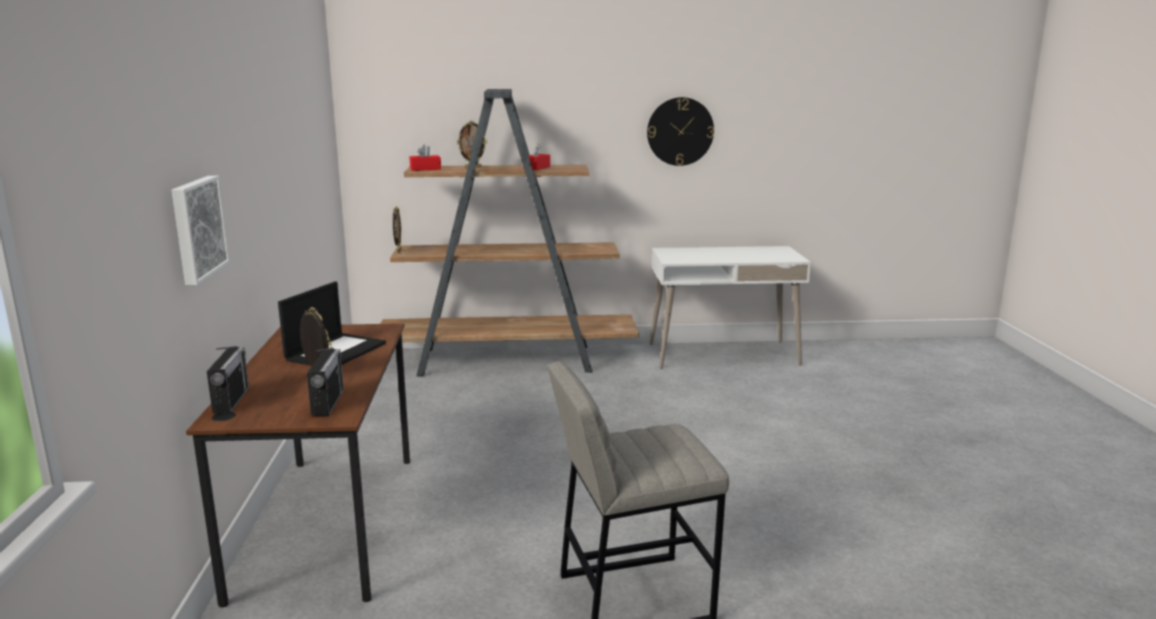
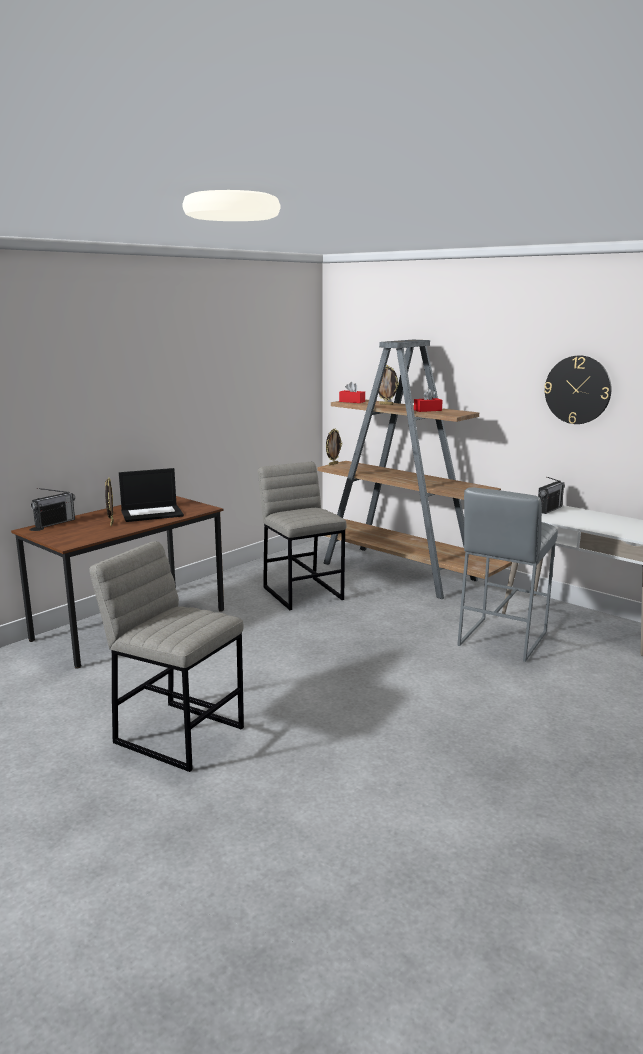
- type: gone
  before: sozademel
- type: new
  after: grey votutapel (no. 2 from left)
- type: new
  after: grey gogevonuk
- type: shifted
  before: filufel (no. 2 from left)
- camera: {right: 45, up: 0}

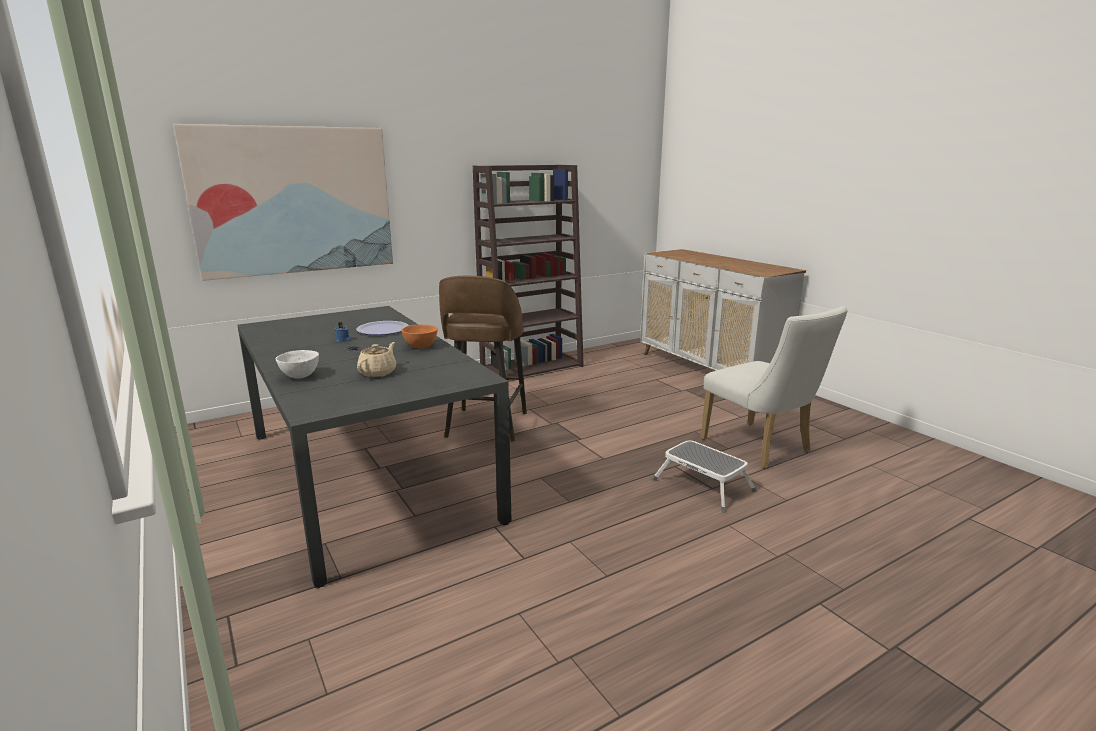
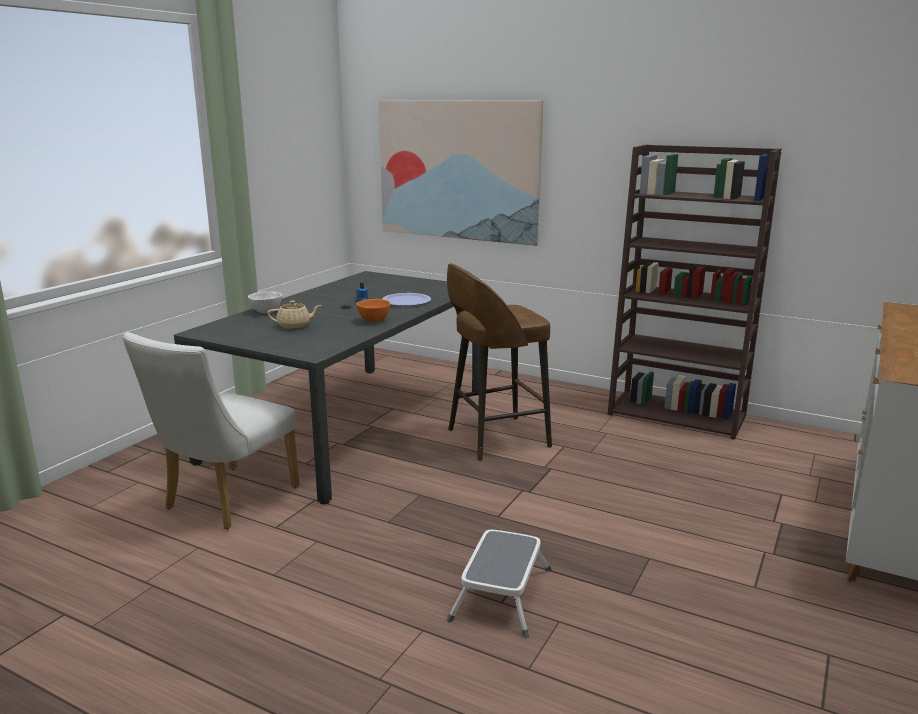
- type: shifted
  before: white votutapel
- camera: {right: 60, up: 0}

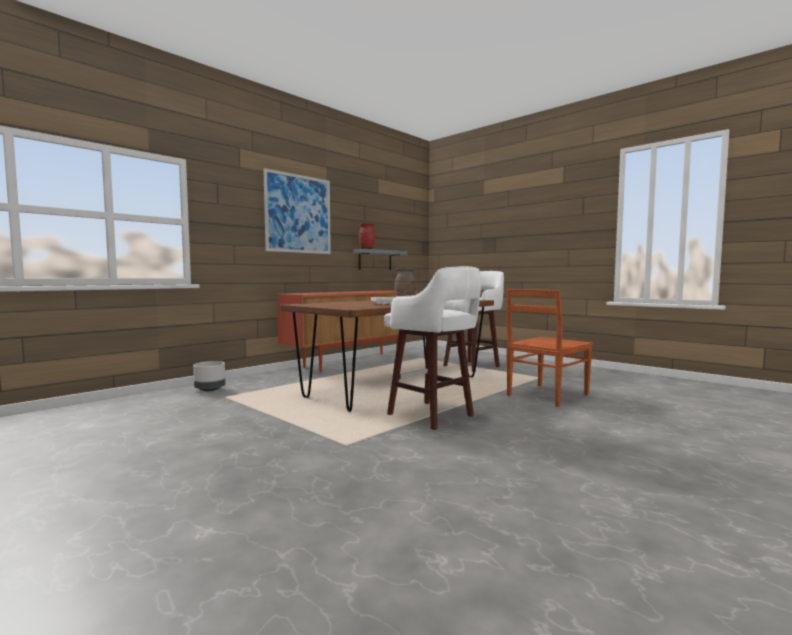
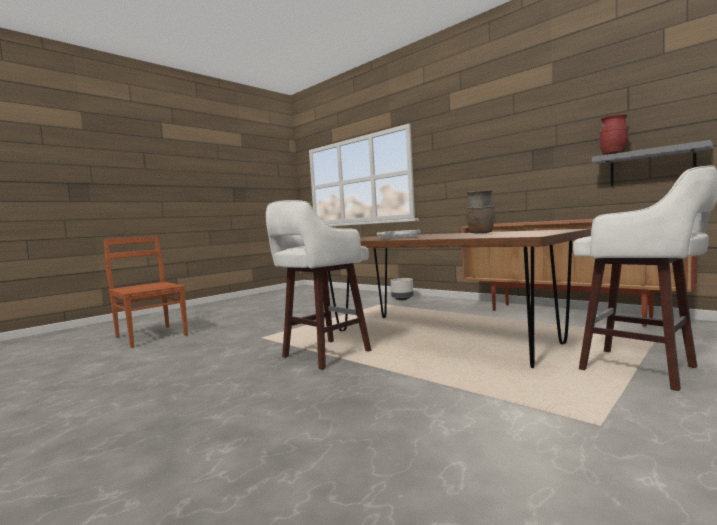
- type: gone
  before: sozademel
- type: shifted
  before: brown votutapel
- camera: {right: 90, up: 0}

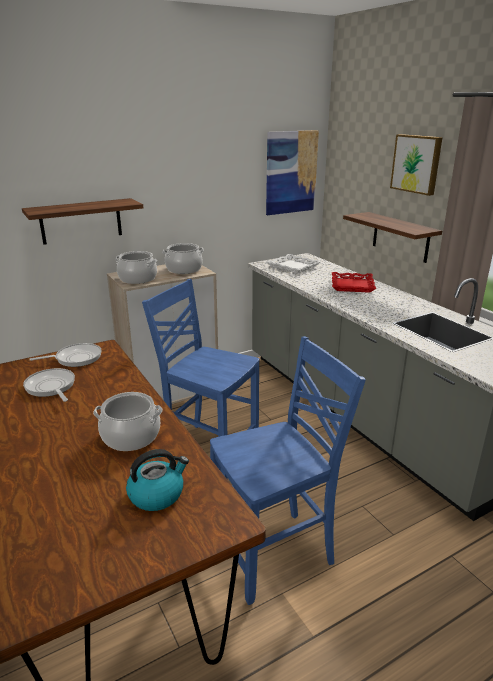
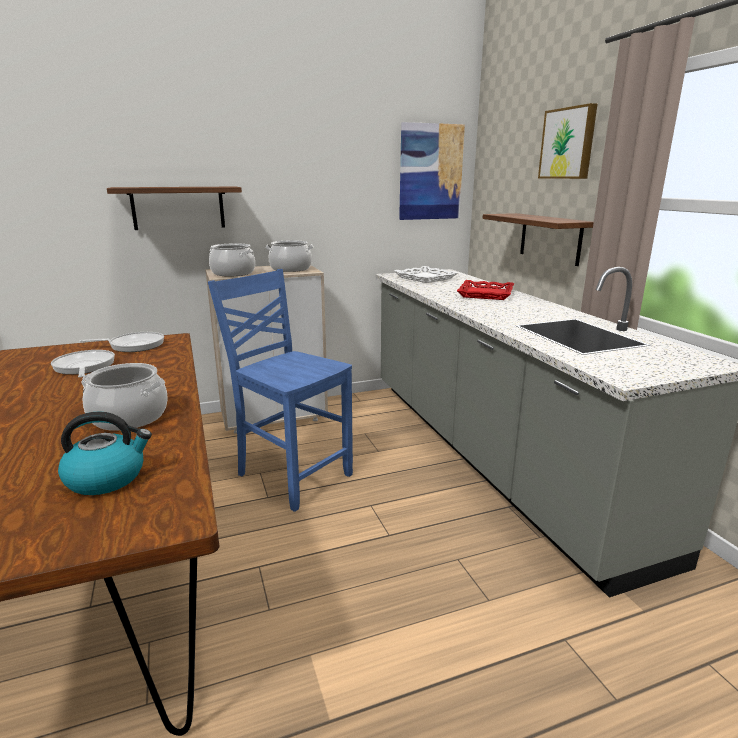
- type: gone
  before: blue votutapel (no. 2 from left)
- camera: {right: 10, up: -5}

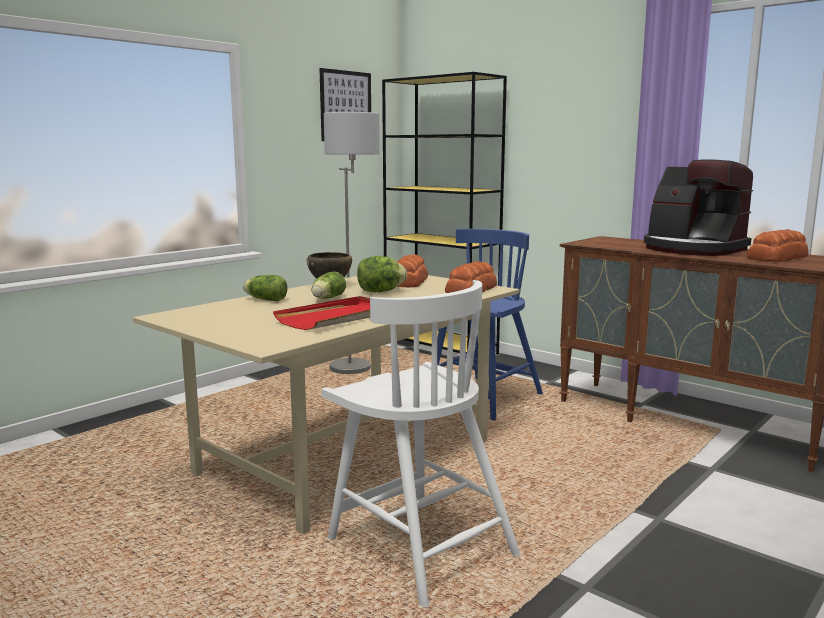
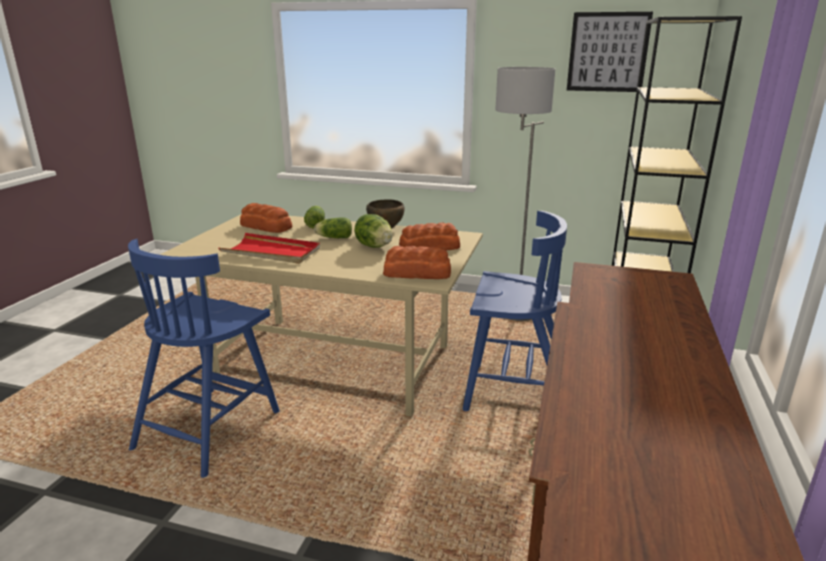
- type: gone
  before: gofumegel
- type: shifted
  before: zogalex (no. 3 from left in the first image)
  after: zogalex (no. 1 from left)
- type: repainted
  before: white votutapel
  after: blue votutapel (no. 1 from left)
- camera: {right: 65, up: 10}

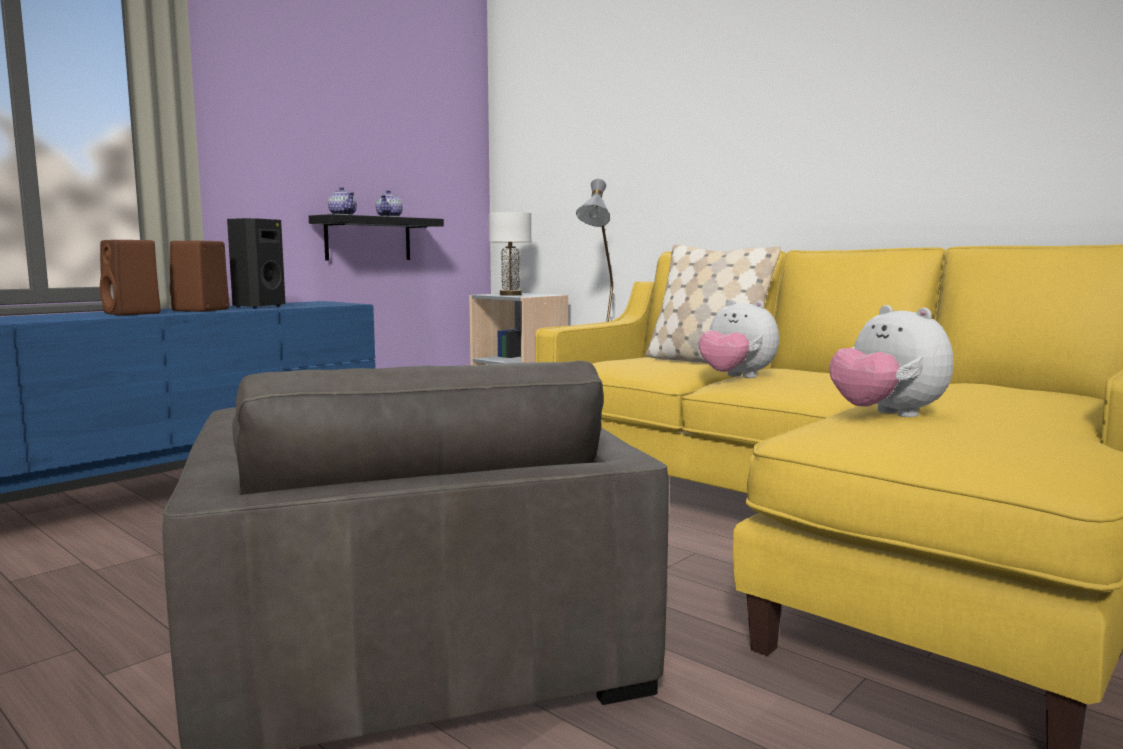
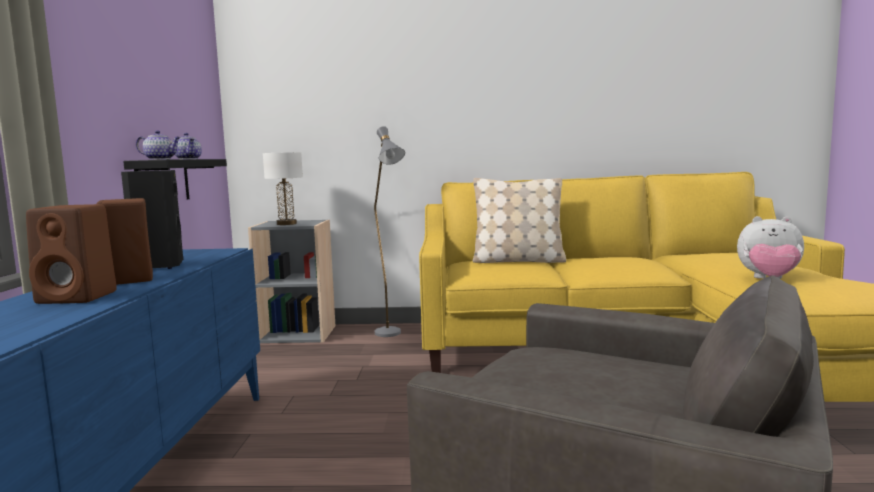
- type: gone
  before: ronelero (no. 1 from left)
- camera: {right: -40, up: 0}

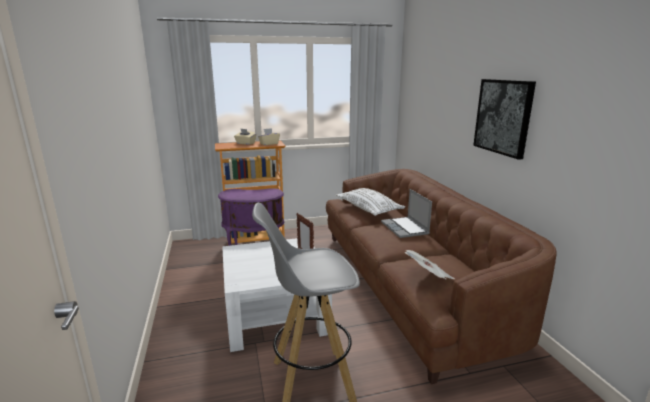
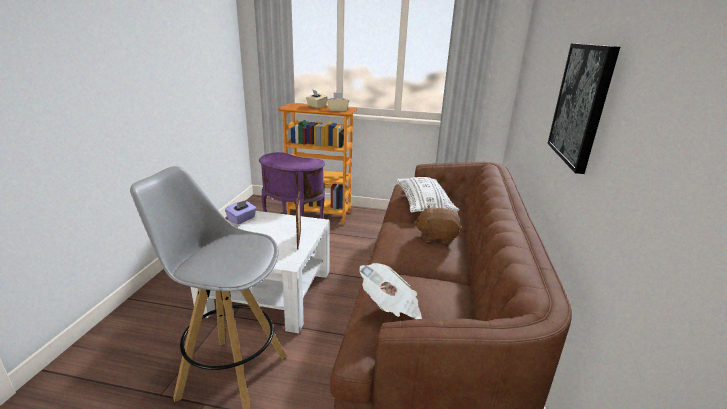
- type: new
  after: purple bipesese
- type: swapped
  before: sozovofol
  after: brown ronelero
- camera: {right: 25, up: 5}

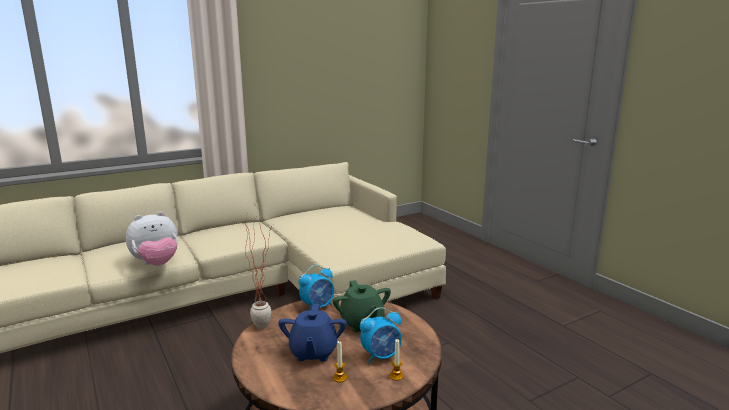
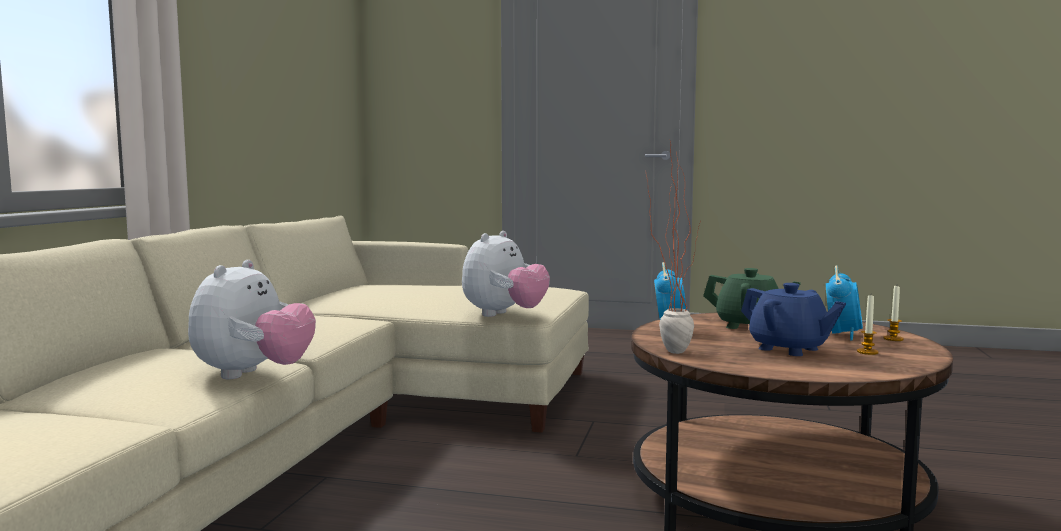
- type: new
  after: ronelero (no. 2 from left)
- camera: {right: -45, up: -10}

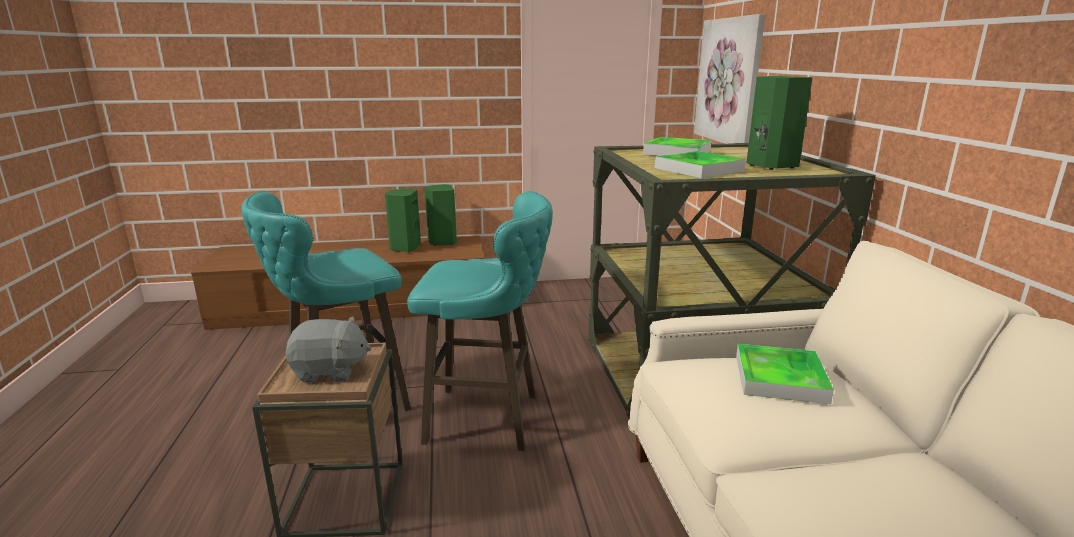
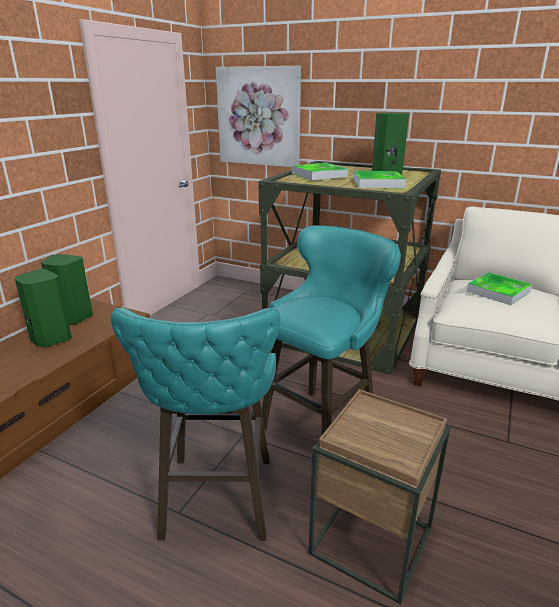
- type: gone
  before: grey ronelero
- camera: {right: -55, up: 5}

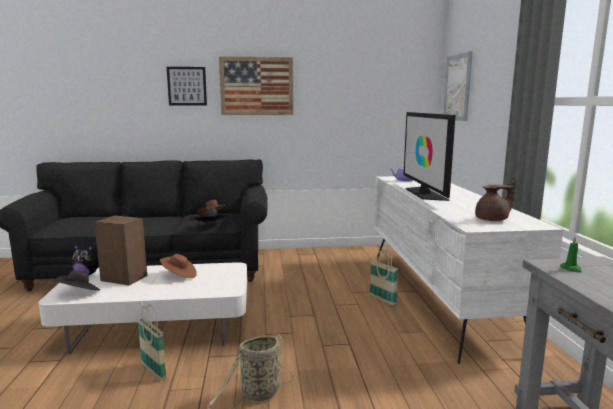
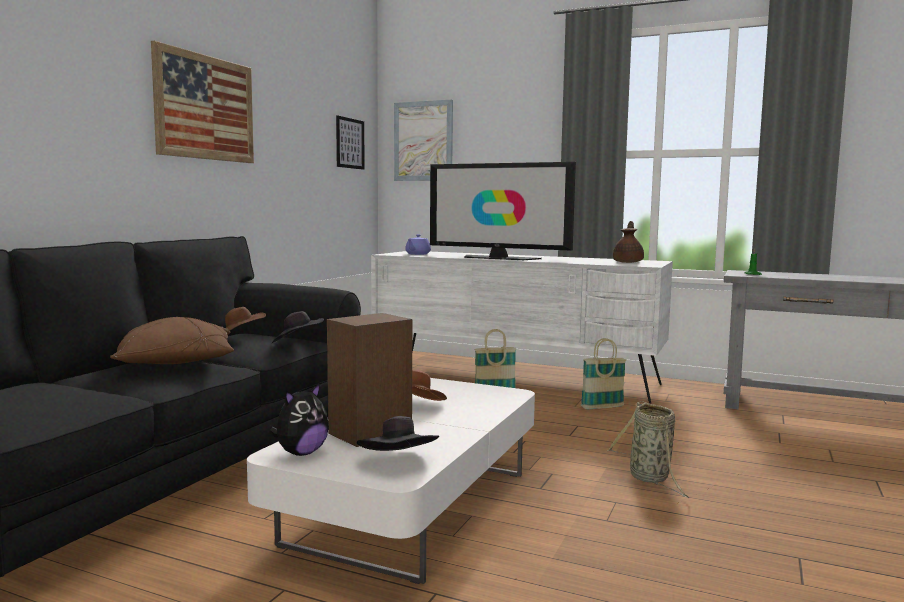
- type: new
  after: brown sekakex
- type: shifted
  before: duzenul (no. 1 from left in the first image)
  after: duzenul (no. 2 from left)
- type: shifted
  before: sozademel (no. 1 from left in the first image)
  after: sozademel (no. 2 from left)
- camera: {right: -60, up: -5}

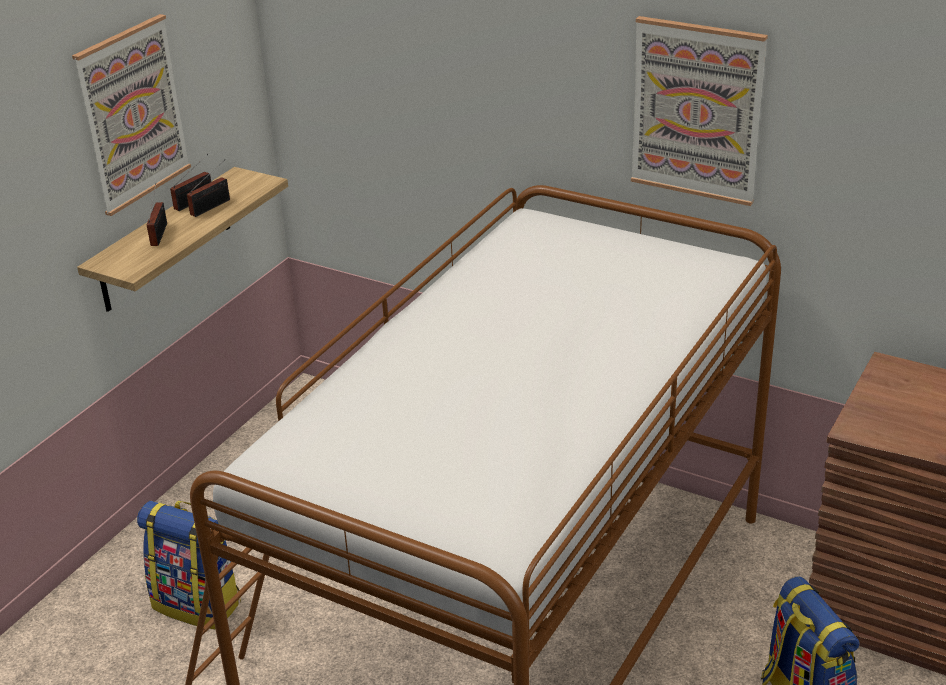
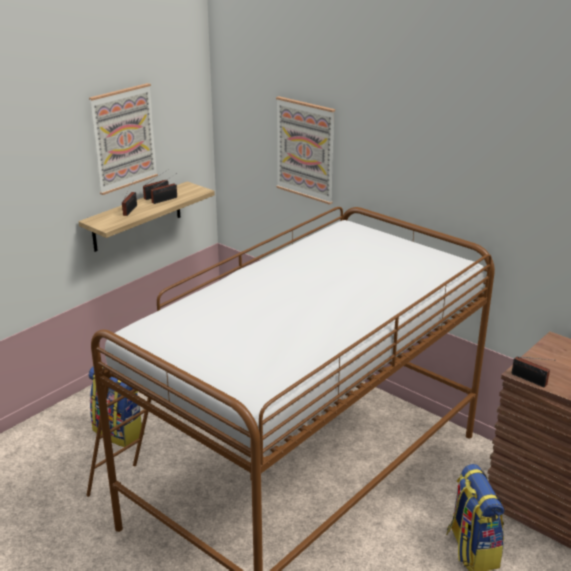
- type: new
  after: filufel (no. 4 from left)
- type: shifted
  before: sozademel (no. 2 from left)
- camera: {right: 10, up: -5}

